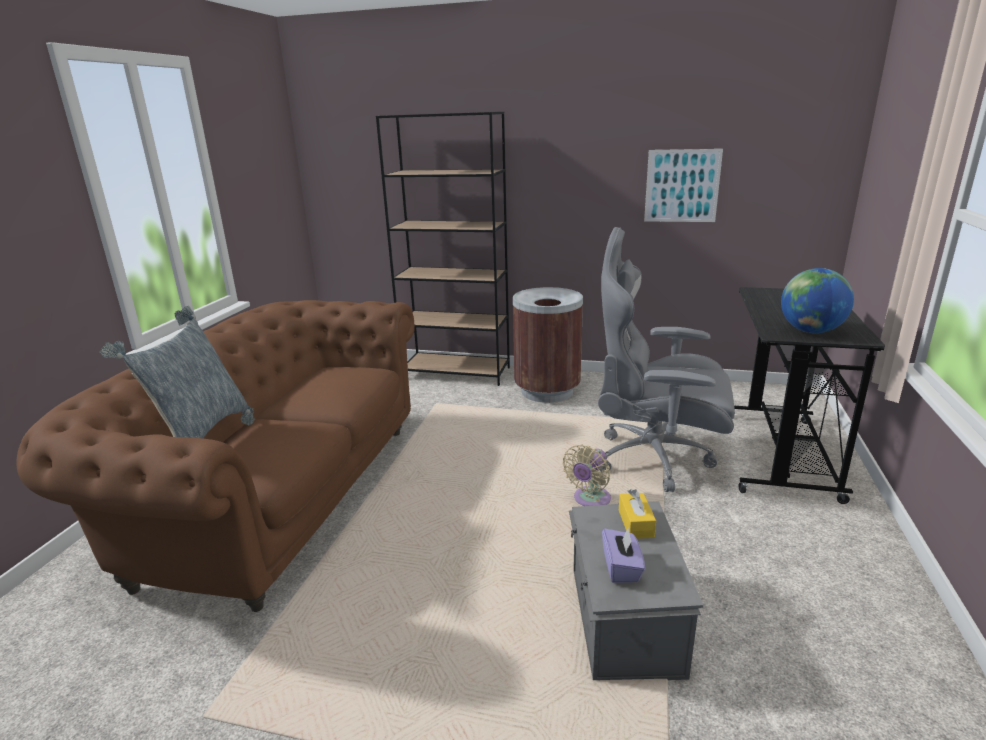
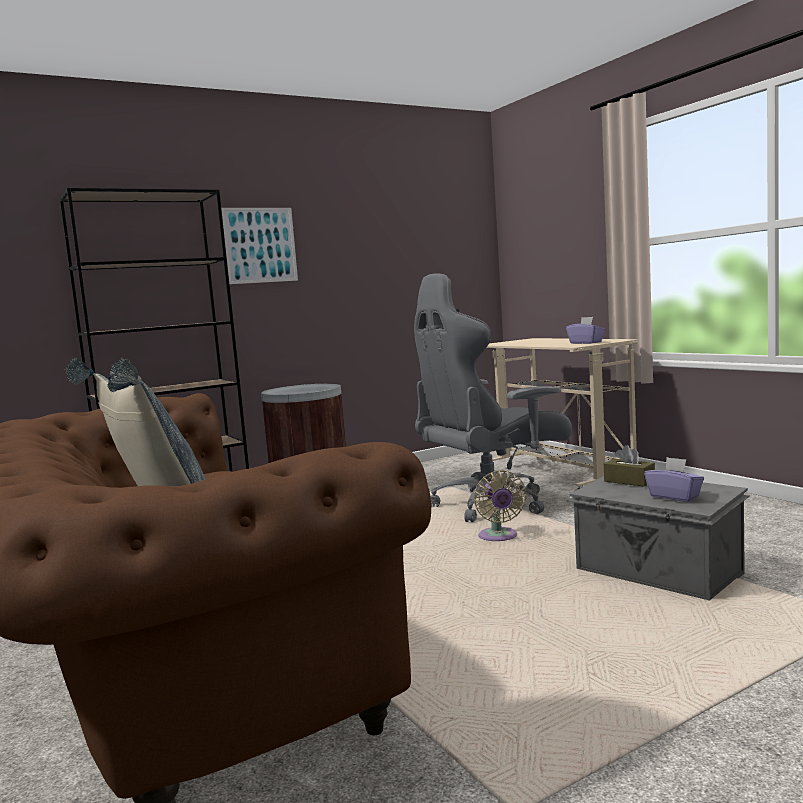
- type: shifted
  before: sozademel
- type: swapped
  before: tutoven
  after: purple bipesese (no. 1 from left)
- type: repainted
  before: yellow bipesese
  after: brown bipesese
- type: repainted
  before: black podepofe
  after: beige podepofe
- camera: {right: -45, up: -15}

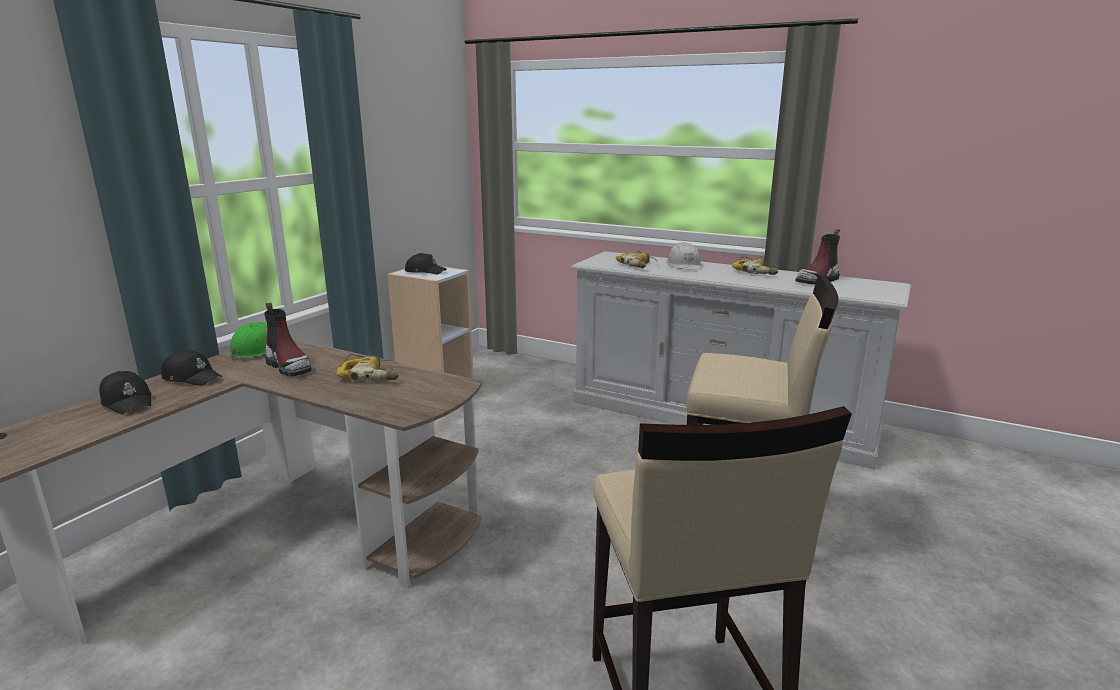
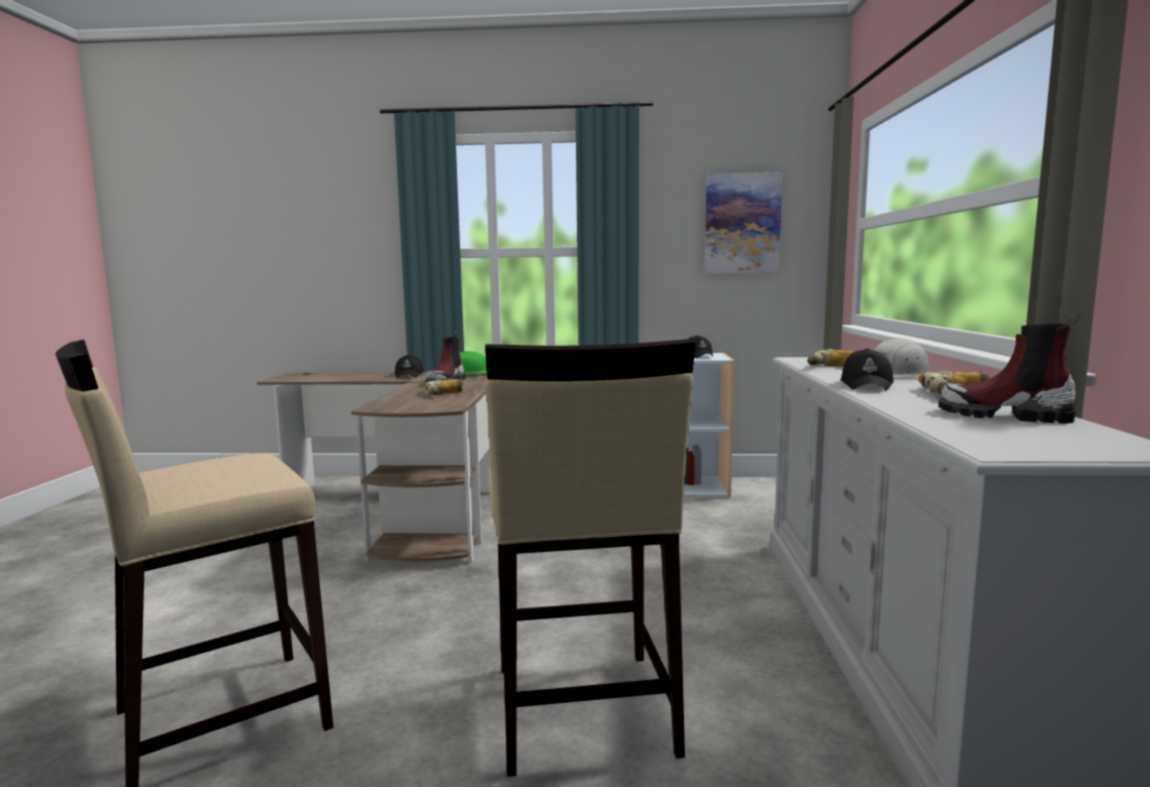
- type: new
  after: sozademel
- type: shifted
  before: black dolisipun (no. 1 from left in the first image)
  after: black dolisipun (no. 3 from left)
- camera: {right: 65, up: -10}

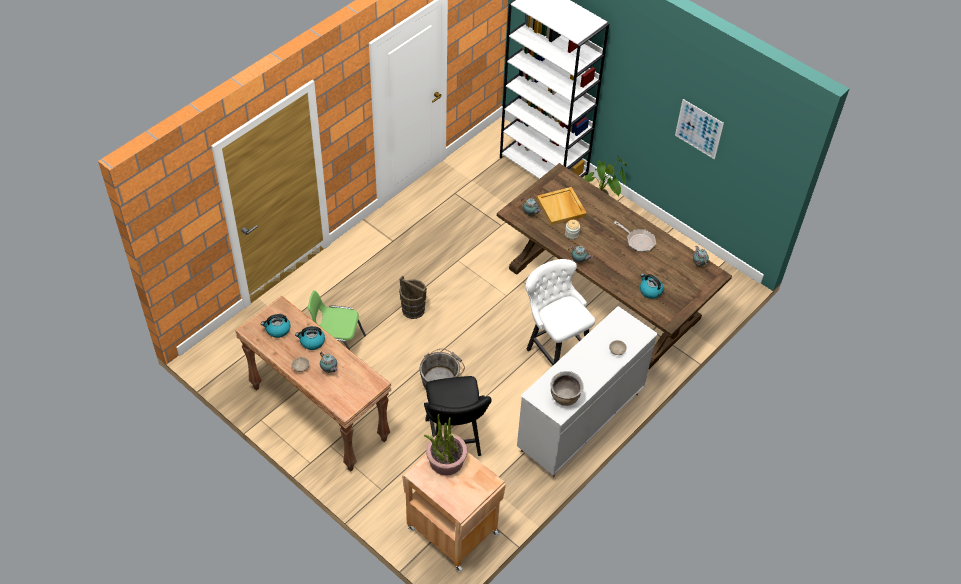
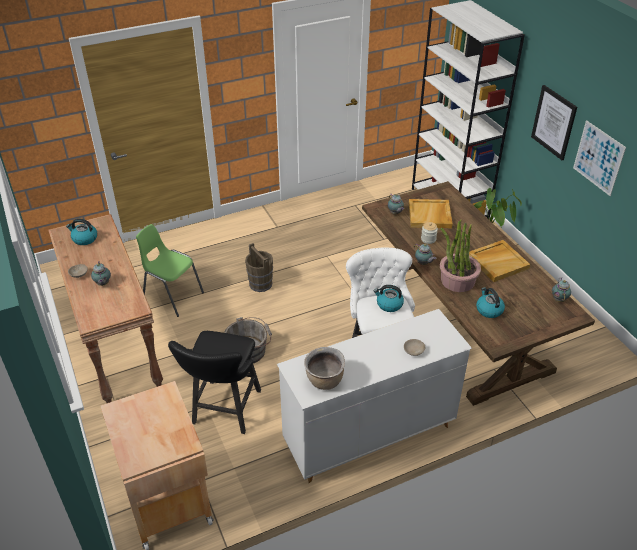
- type: new
  after: sozademel (no. 1 from left)
- type: shifted
  before: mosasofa (no. 2 from left)
- type: shifted
  before: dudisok (no. 1 from left)
- type: swapped
  before: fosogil
  after: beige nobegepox (no. 2 from left)
- camera: {right: 25, up: -10}

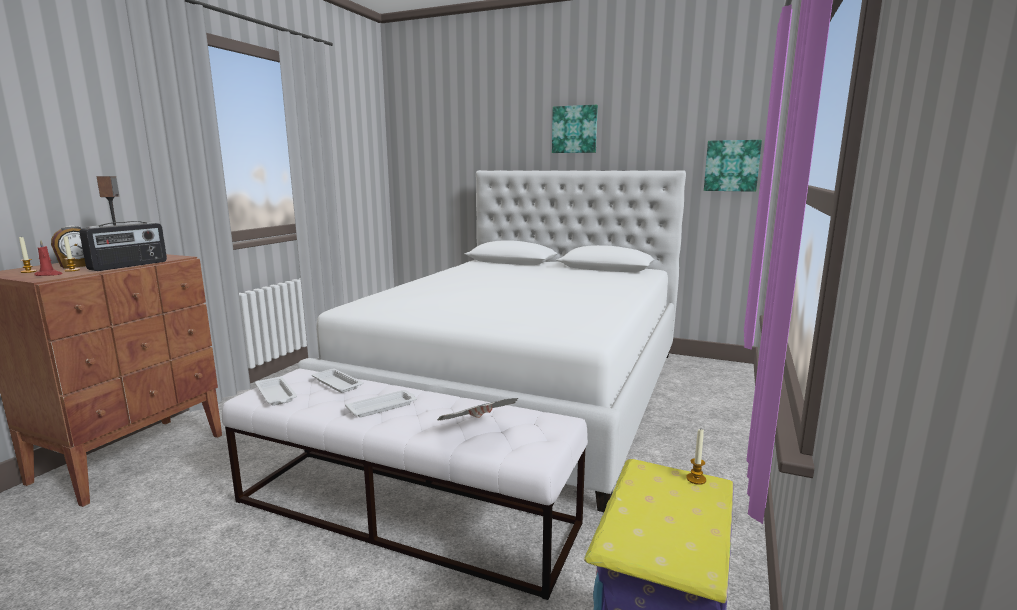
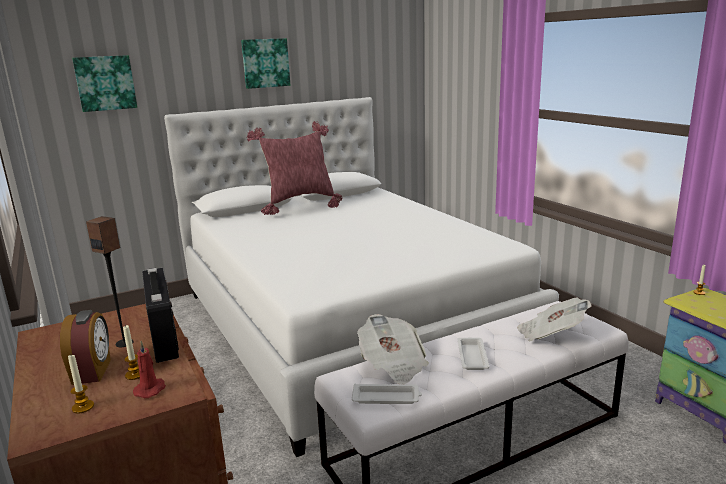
- type: new
  after: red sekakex
- type: shifted
  before: sozademel (no. 2 from left in the first image)
  after: sozademel (no. 1 from left)
- type: swapped
  before: white nobegepox (no. 2 from left)
  after: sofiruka (no. 1 from left)
- camera: {right: -50, up: 5}

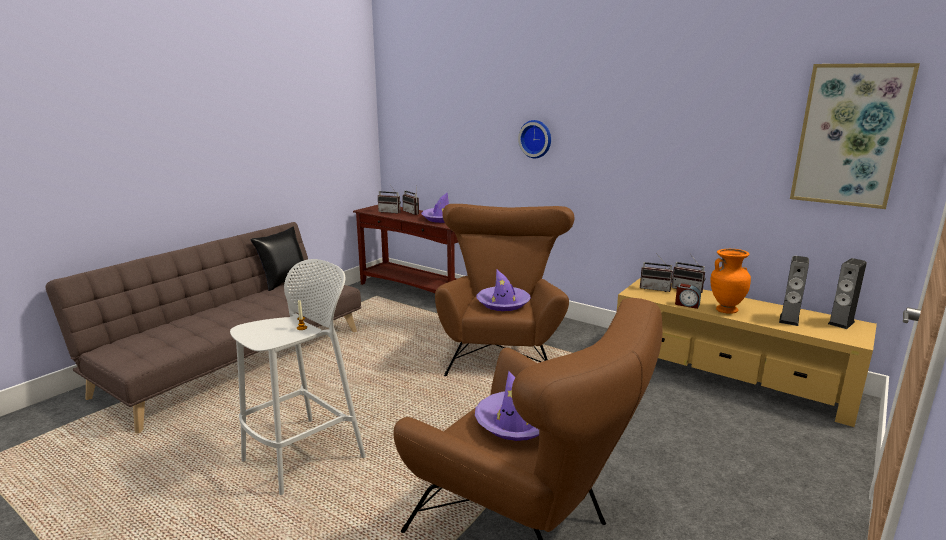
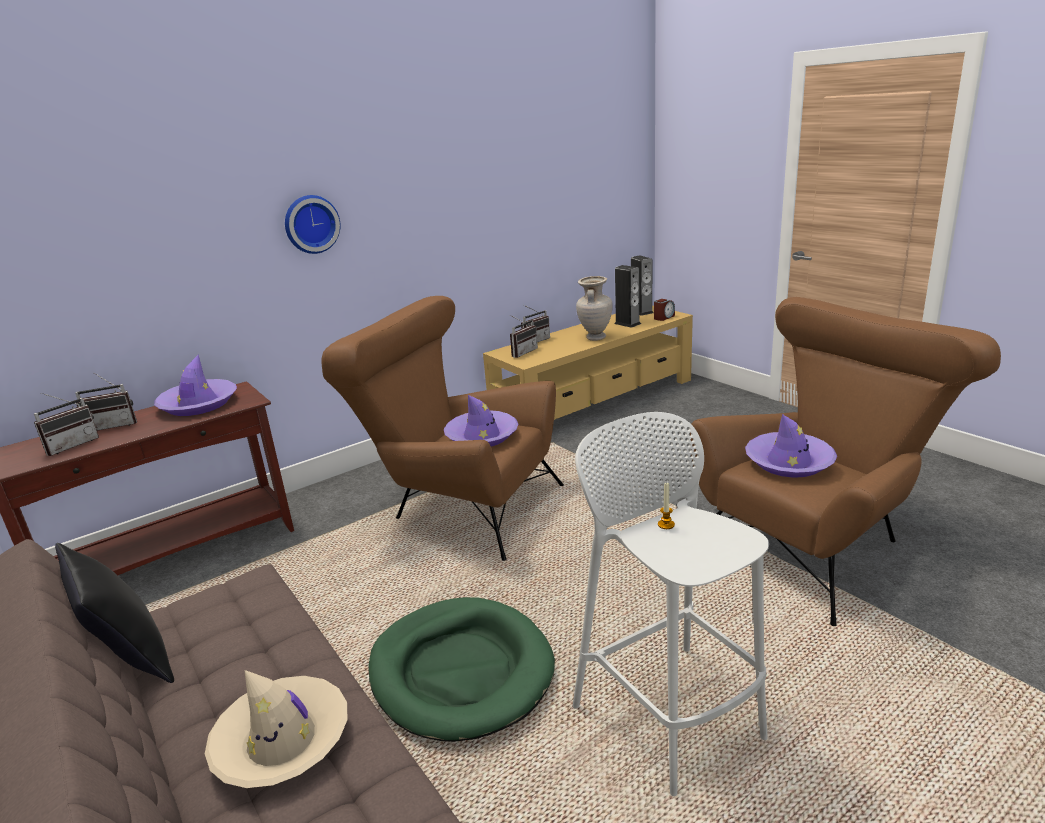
- type: gone
  before: sozademel
- type: new
  after: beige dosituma
- type: new
  after: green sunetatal
- type: shifted
  before: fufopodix
- type: repainted
  before: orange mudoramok
  after: beige mudoramok
- camera: {right: -70, up: 5}

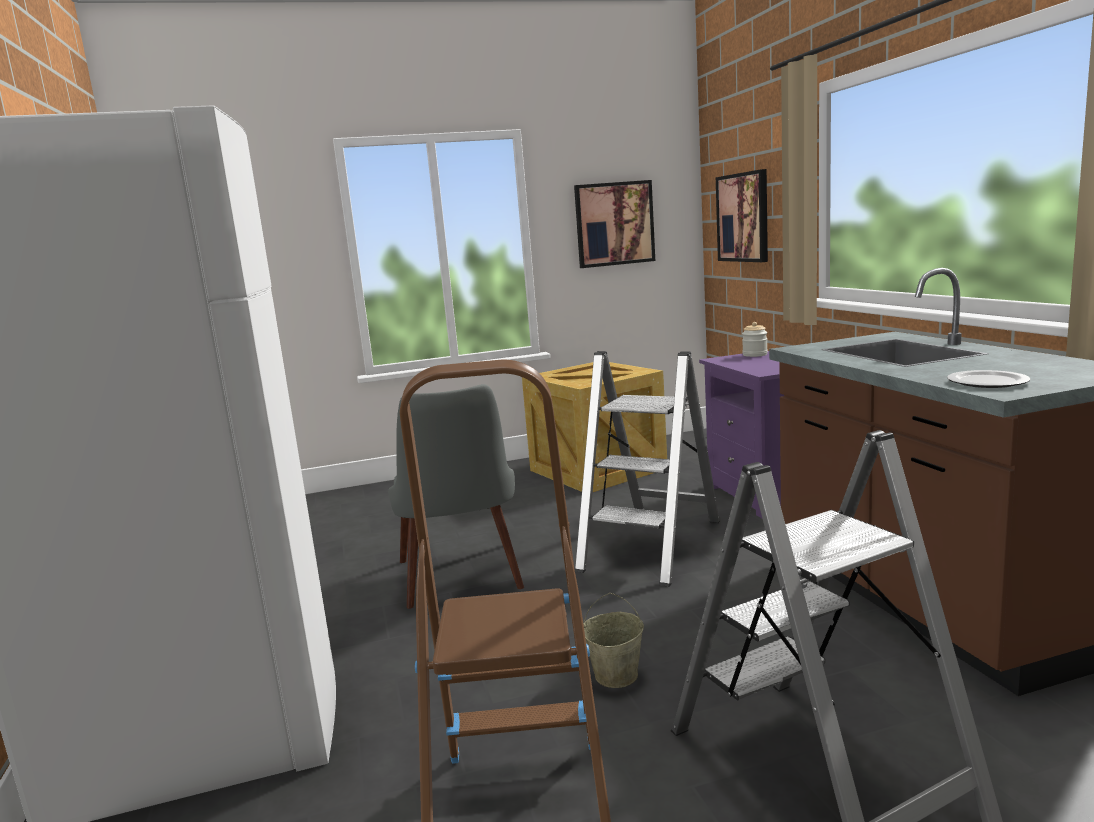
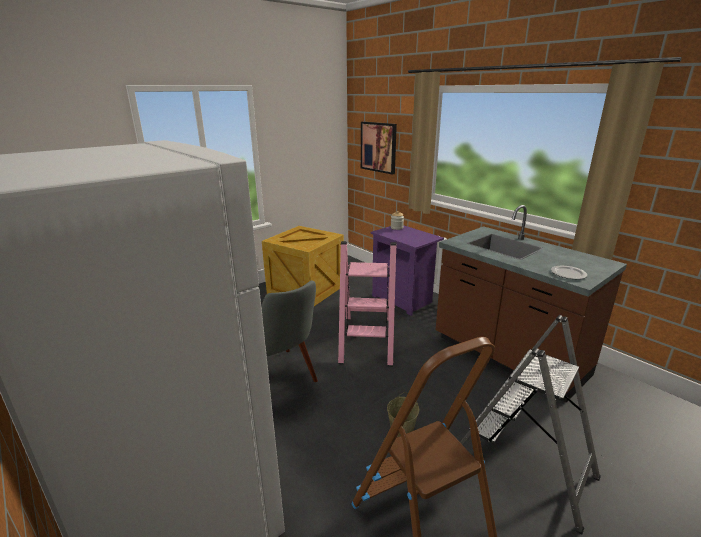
- type: gone
  before: sozademel (no. 1 from left)
- type: repainted
  before: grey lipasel (no. 1 from left)
  after: pink lipasel
- camera: {right: -25, up: 10}

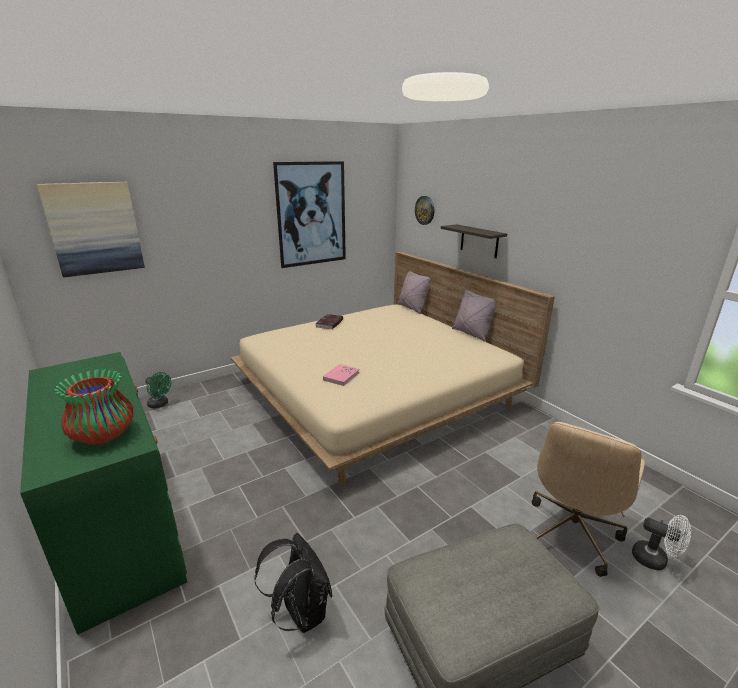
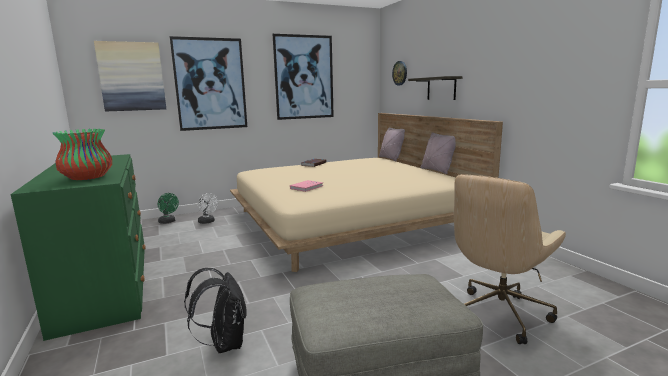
- type: new
  after: sozademel (no. 2 from left)
- type: shifted
  before: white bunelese
- camera: {right: 10, up: -10}

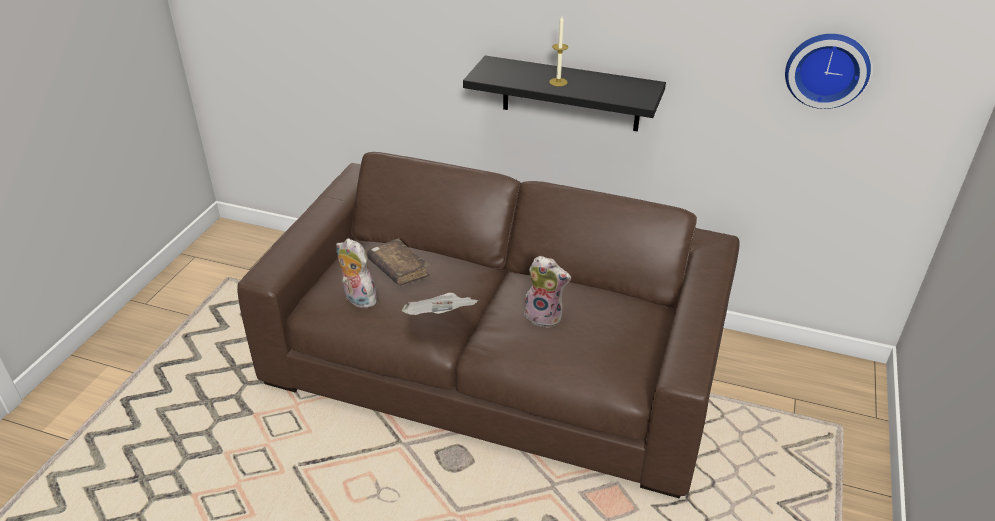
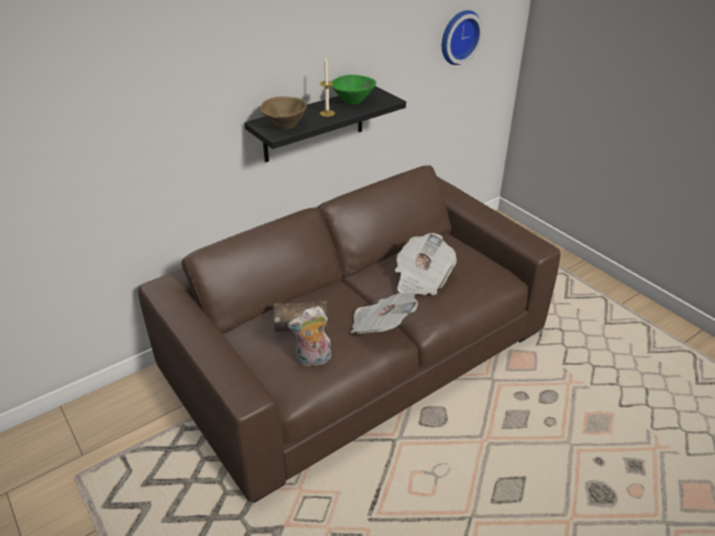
- type: new
  after: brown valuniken
- type: new
  after: green valuniken
- type: swapped
  before: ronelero (no. 2 from left)
  after: sofiruka (no. 2 from left)
- camera: {right: -55, up: 0}

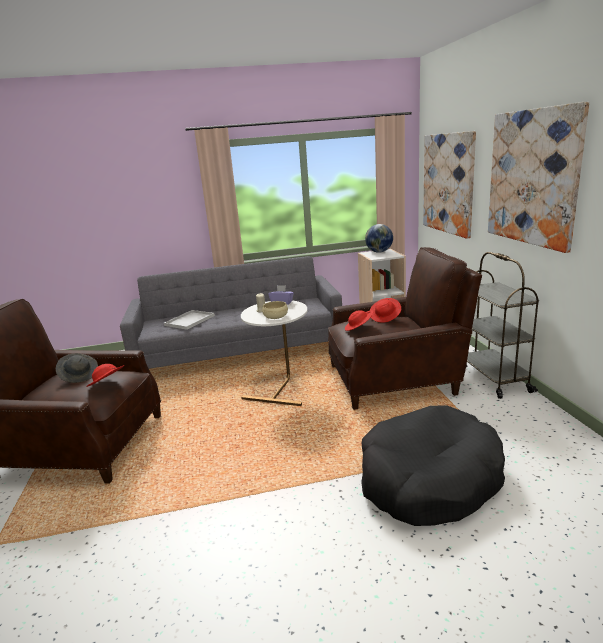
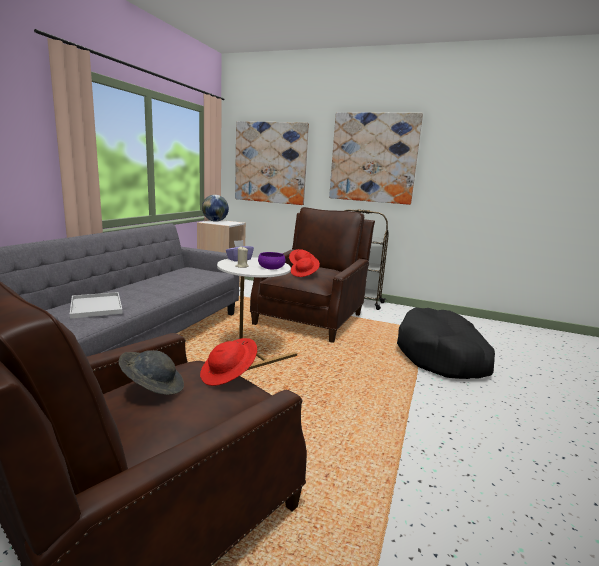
- type: repainted
  before: beige valuniken
  after: purple valuniken
- camera: {right: -60, up: -5}

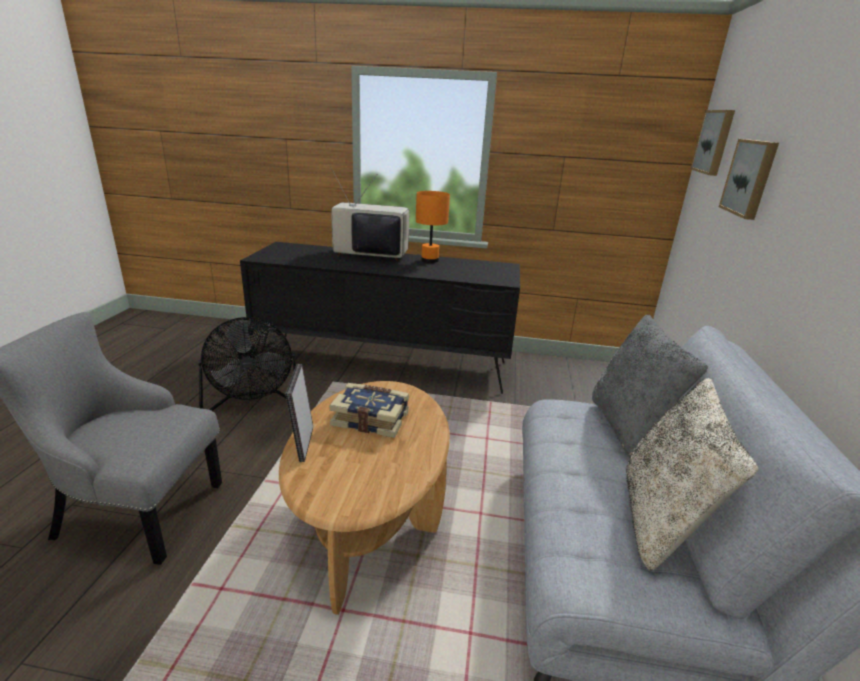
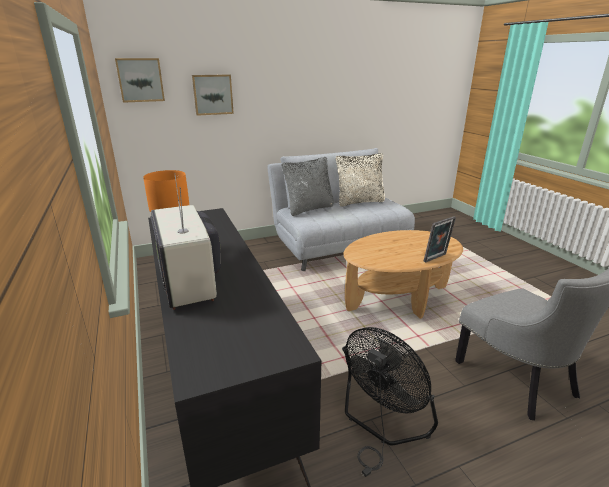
- type: gone
  before: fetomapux
- camera: {right: -120, up: 0}

